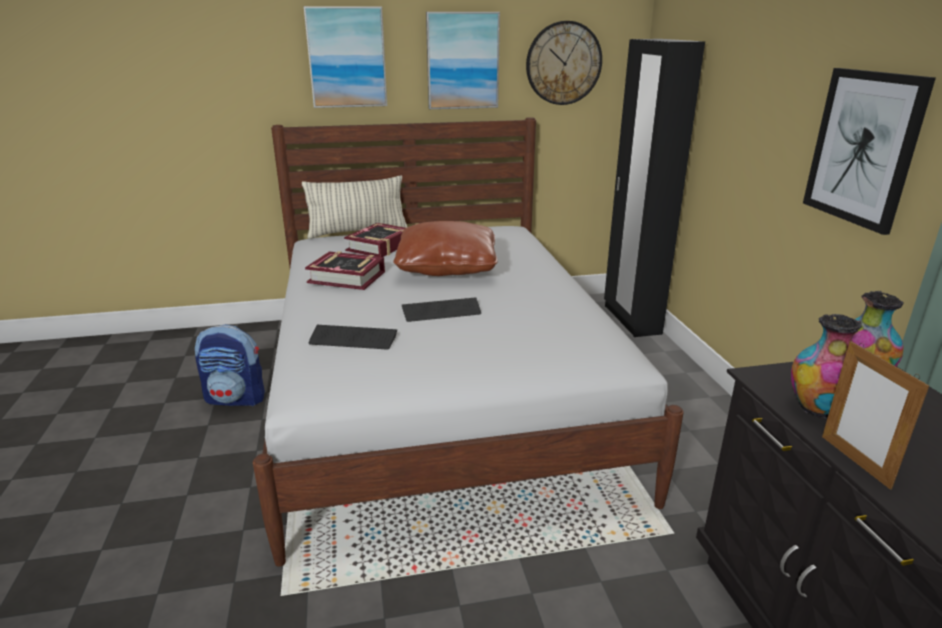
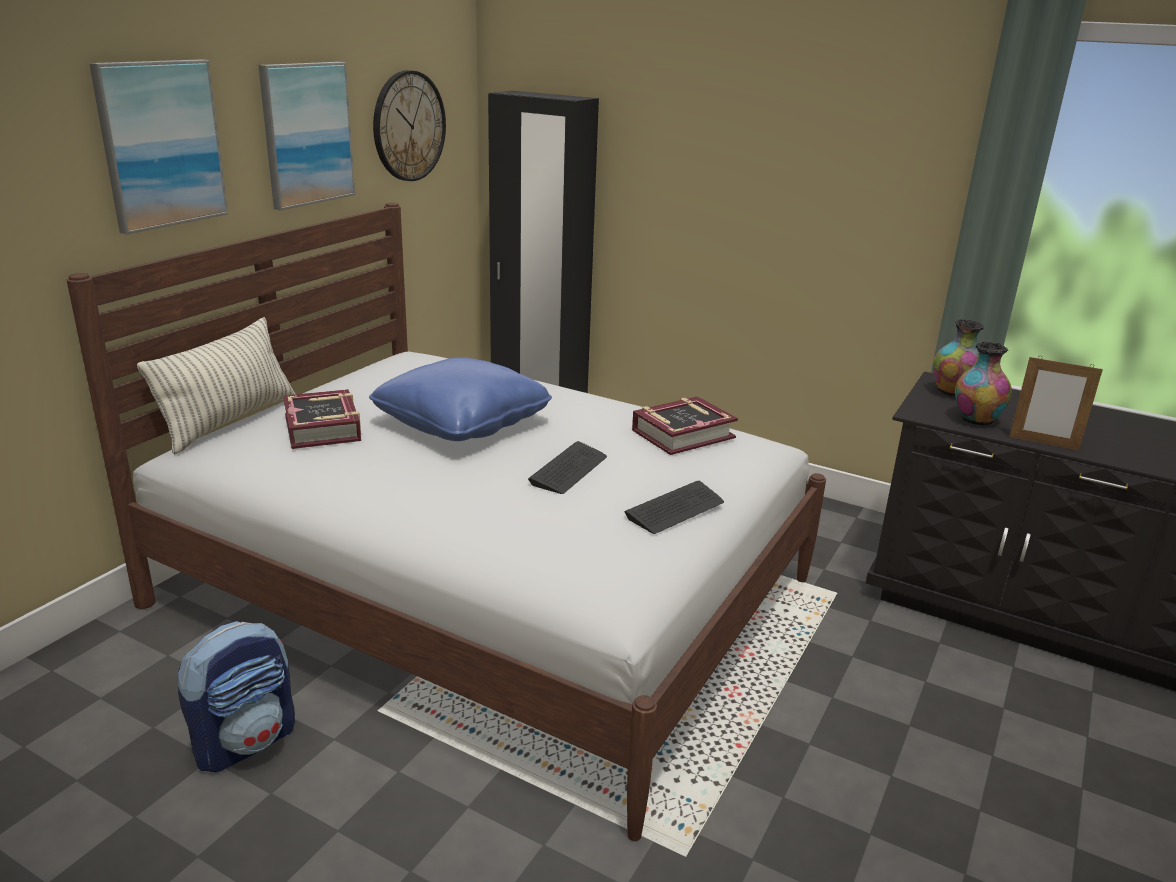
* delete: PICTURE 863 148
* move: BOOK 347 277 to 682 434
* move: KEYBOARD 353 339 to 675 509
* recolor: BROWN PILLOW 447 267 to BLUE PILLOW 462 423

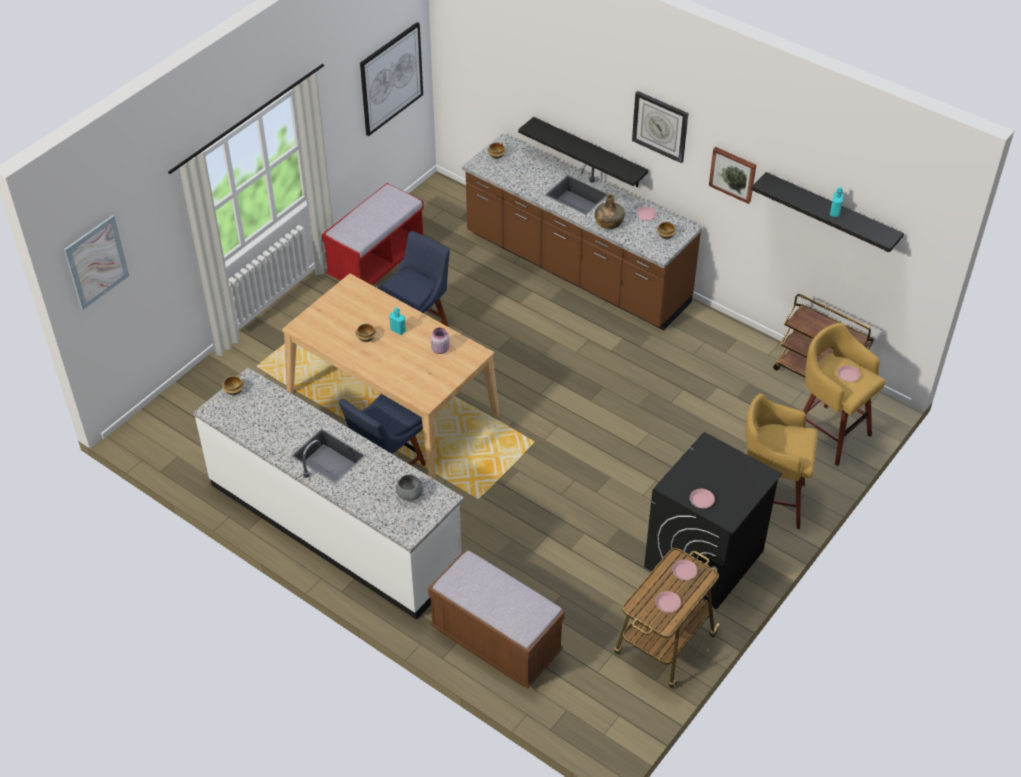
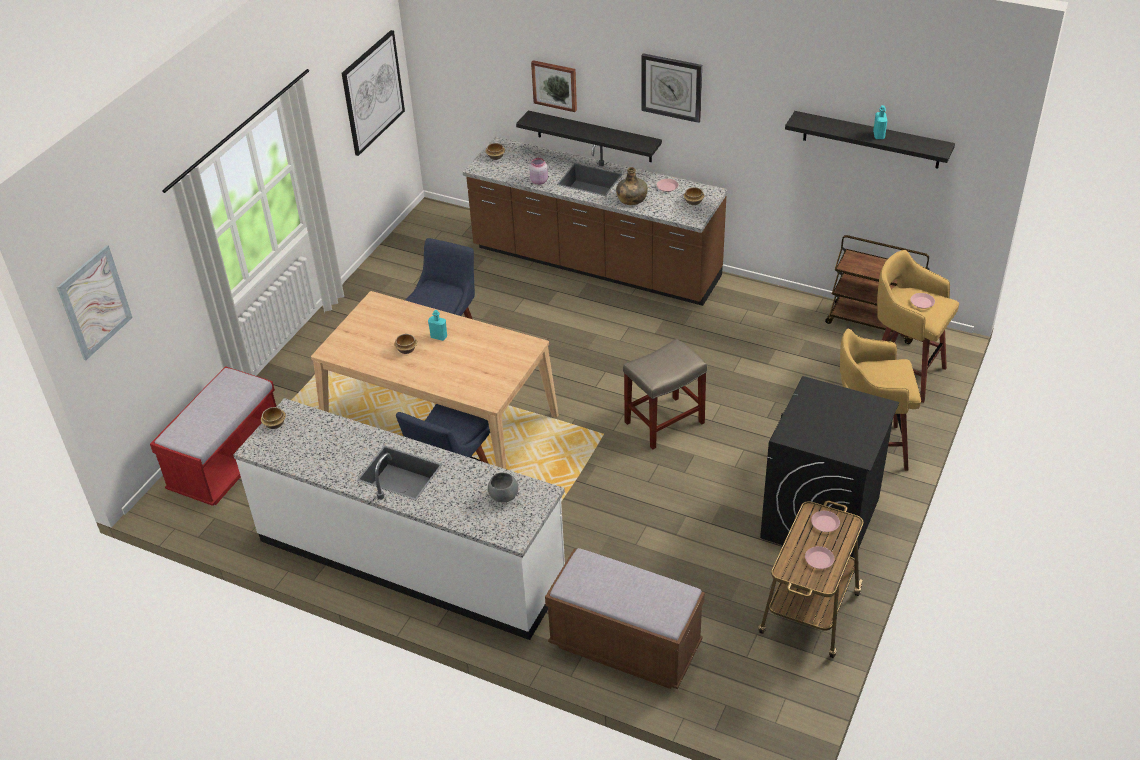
* delete: PINK PLATE 701 500
* insert: BEIGE STOOL 663 423
* move: RED BENCH 376 261 to 227 462
* move: PINK JAR 440 349 to 538 181
* move: PICTURE 733 174 to 555 85

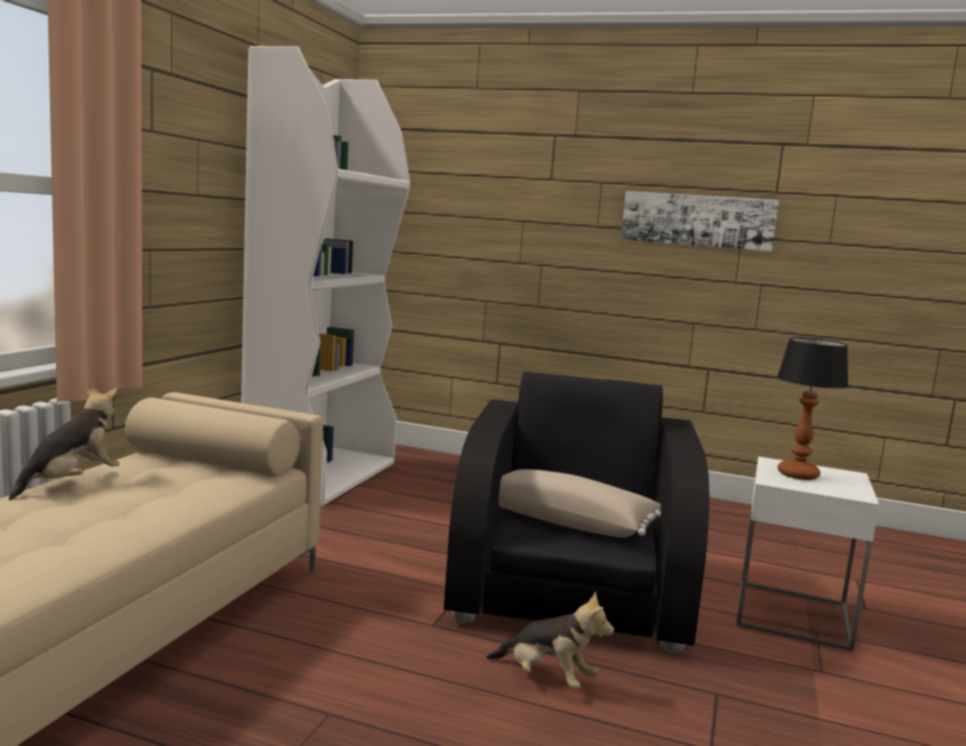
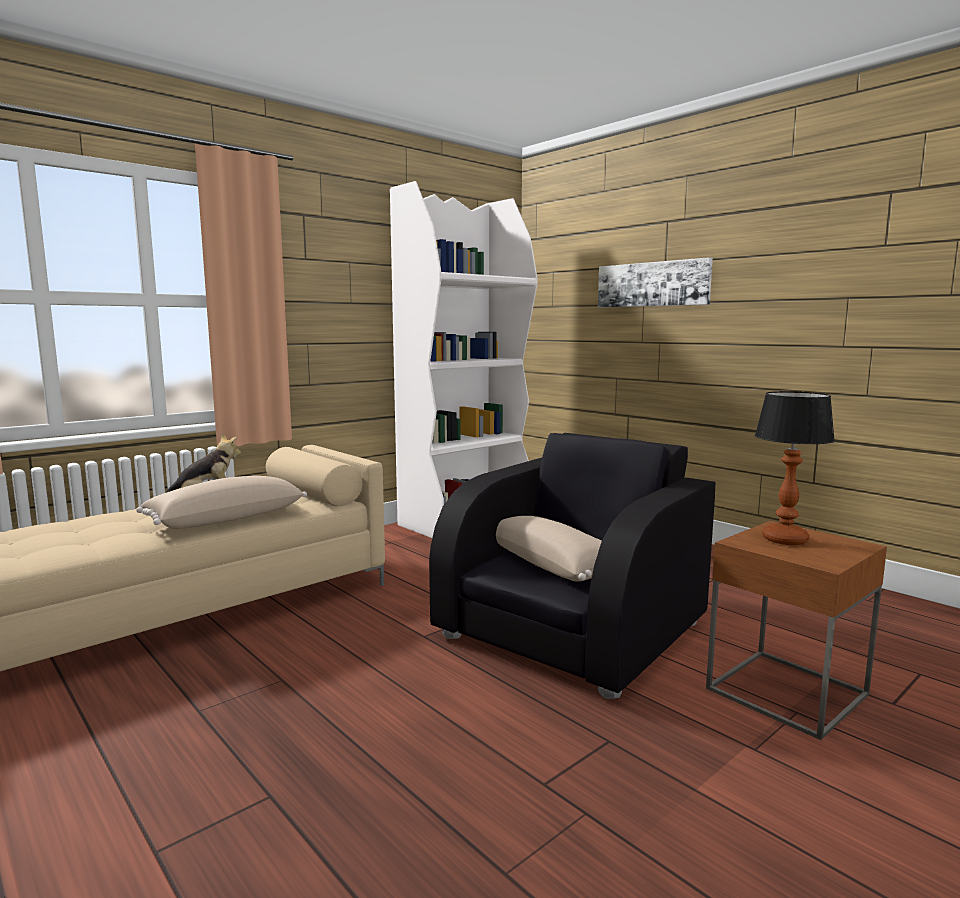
* delete: PLUSH TOY 547 678
* insert: BEIGE PILLOW 226 519
* move: PICTURE 697 220 to 652 284
* recolor: WHITE SIDE TABLE 792 614 to BROWN SIDE TABLE 787 691

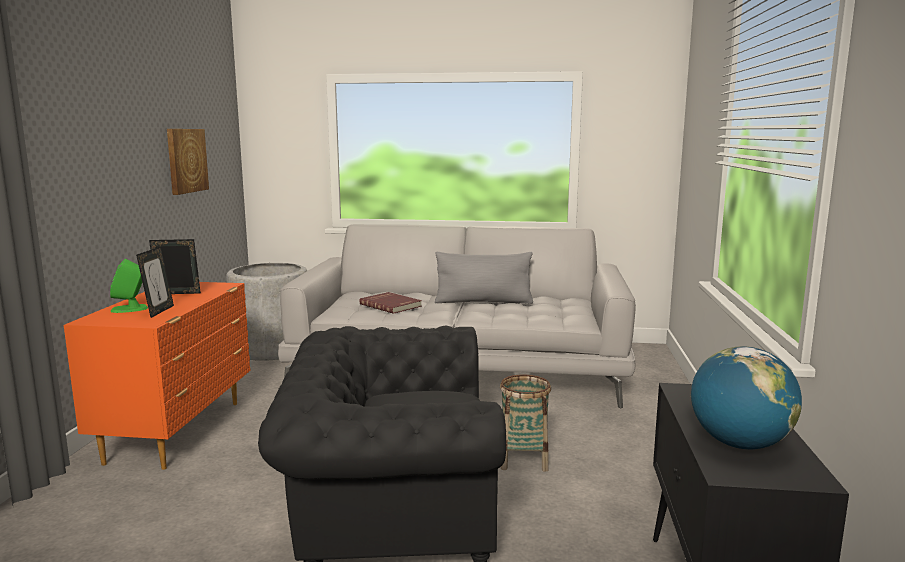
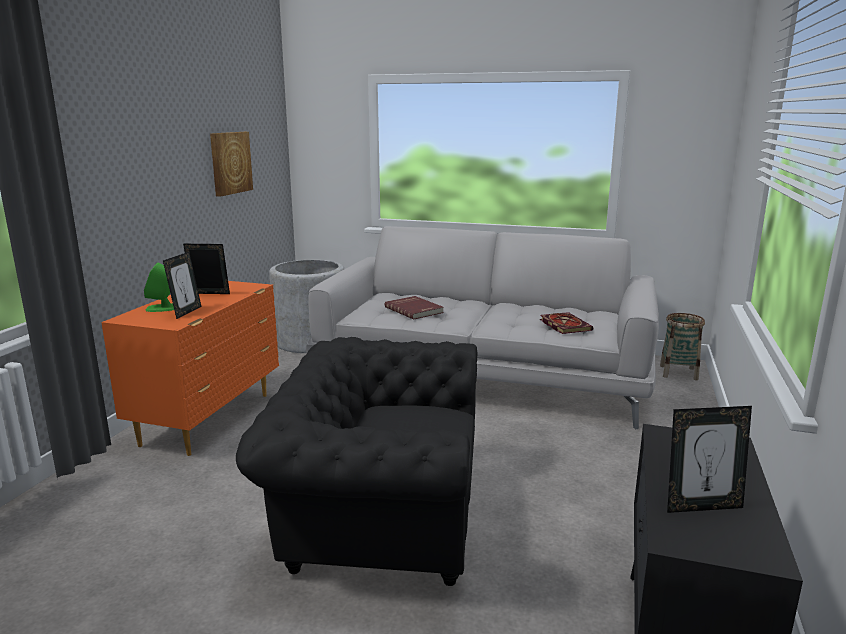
* delete: GREY PILLOW 483 302
* insert: BOOK 563 325
* move: BASKET 523 459 to 678 372
* replace: GLOBE 739 444 to PICTURE FRAME 701 506

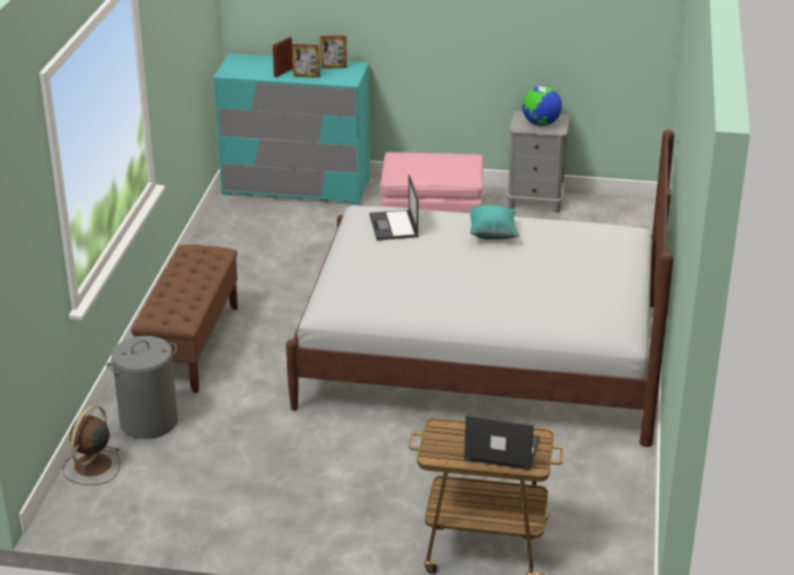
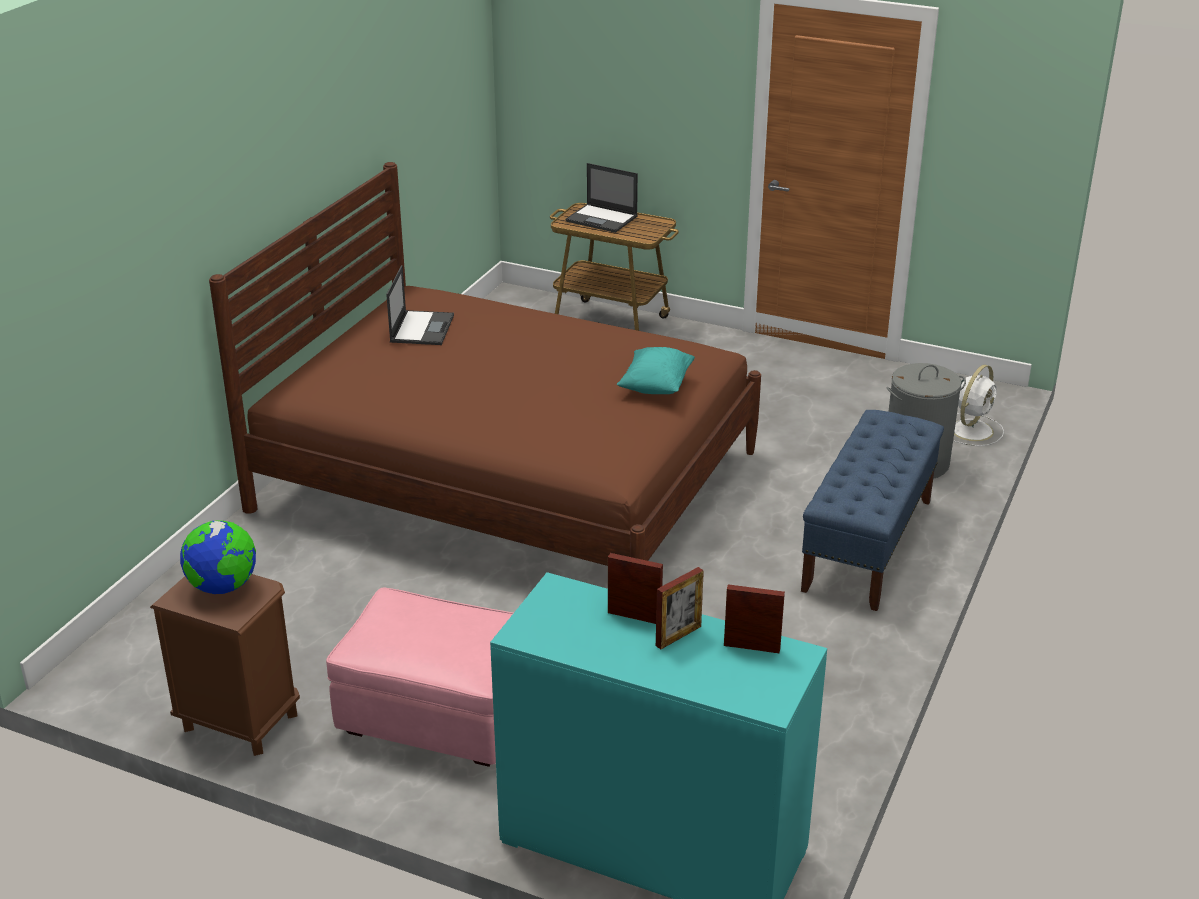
* move: PICTURE FRAME 334 67 to 752 647
* move: LAPTOP 394 226 to 422 328
* move: TURQUOISE PILLOW 492 234 to 656 386
* recolor: BROWN FAN 92 466 to WHITE FAN 972 429
* recolor: BROWN BENCH 191 345 to BLUE BENCH 868 545
* recolor: WHITE BED 481 354 to BROWN BED 507 480
* recolor: GREY NIGHTSTAND 535 201 to BROWN NIGHTSTAND 239 722

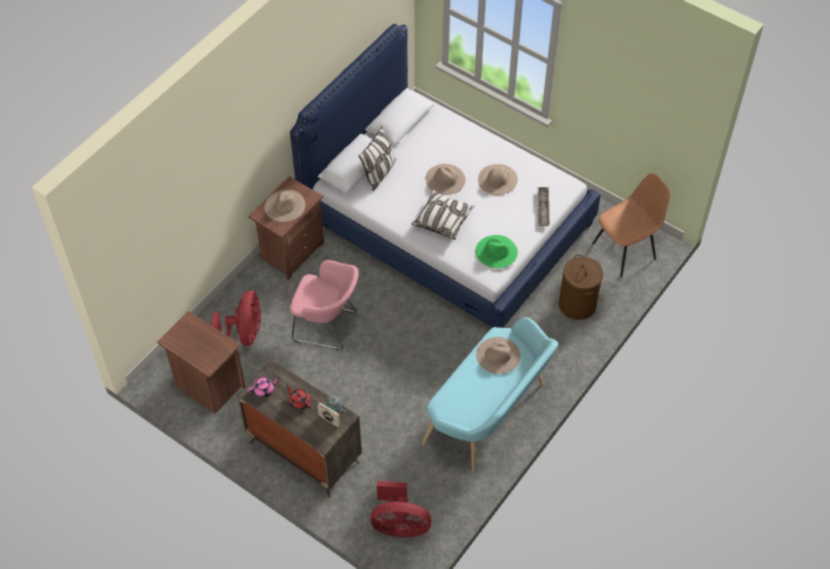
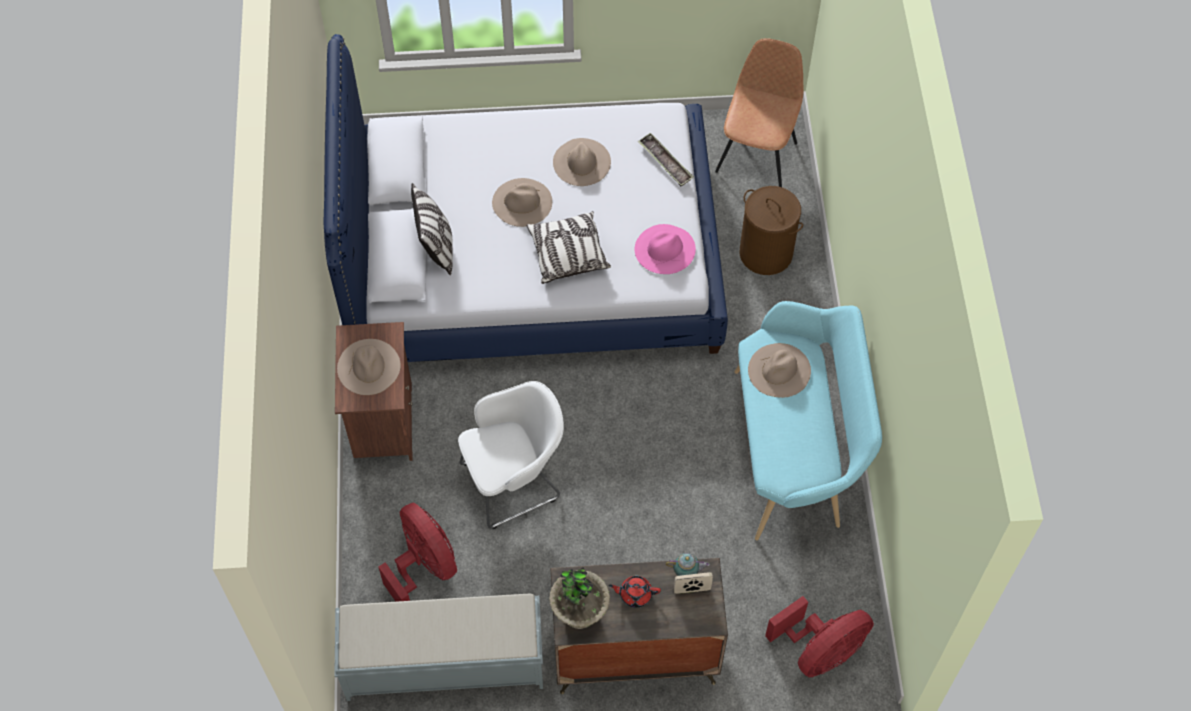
* replace: BROWN NIGHTSTAND 208 386 to GREY BENCH 442 663
* replace: PINK TEAPOT 264 389 to POTTED PLANT 579 612
* recolor: PINK ARMCHAIR 328 326 to WHITE ARMCHAIR 515 481
* recolor: GREEN HAT 496 251 to PINK HAT 665 249

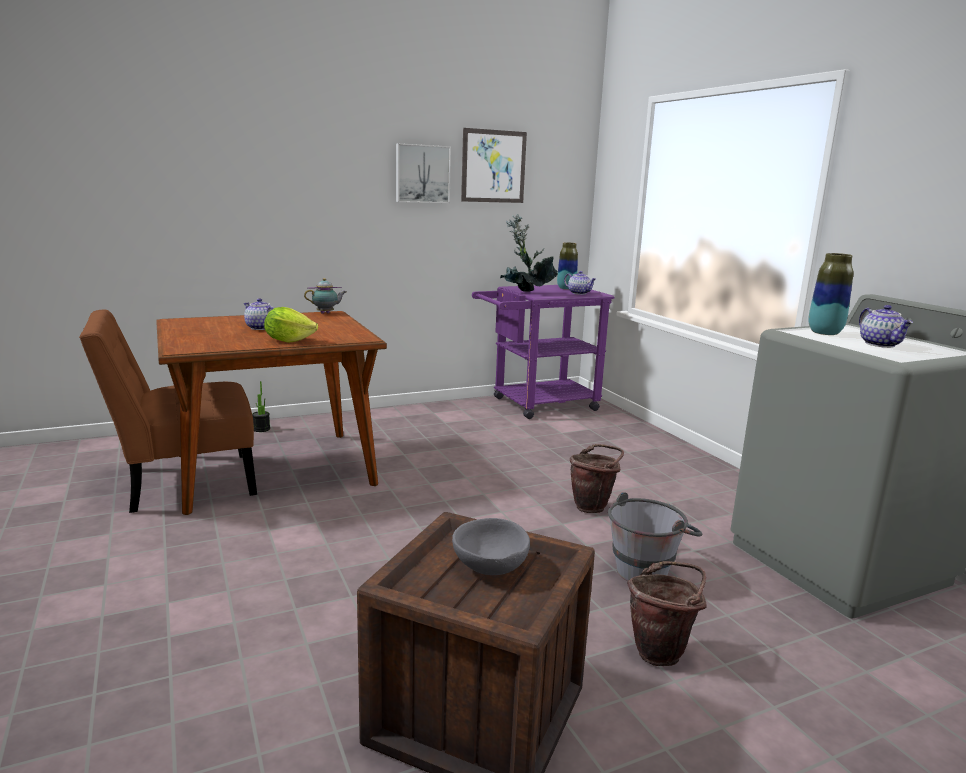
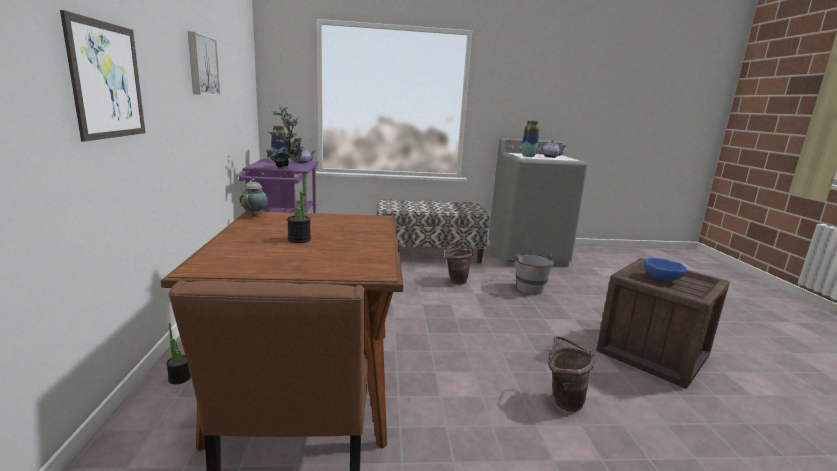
* delete: LETTUCE 289 340
* insert: BENCH 428 254
* move: PICTURE 493 166 to 107 80
* move: BROWN BUCKET 661 651 to 563 400
* replace: TEAPOT 260 328 to POTTED PLANT 299 240
* recolor: GREY BOWL 489 567 to BLUE BOWL 662 279

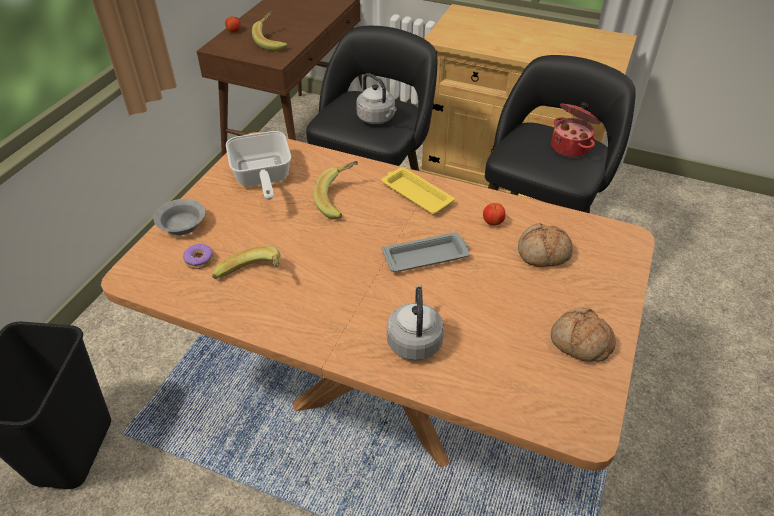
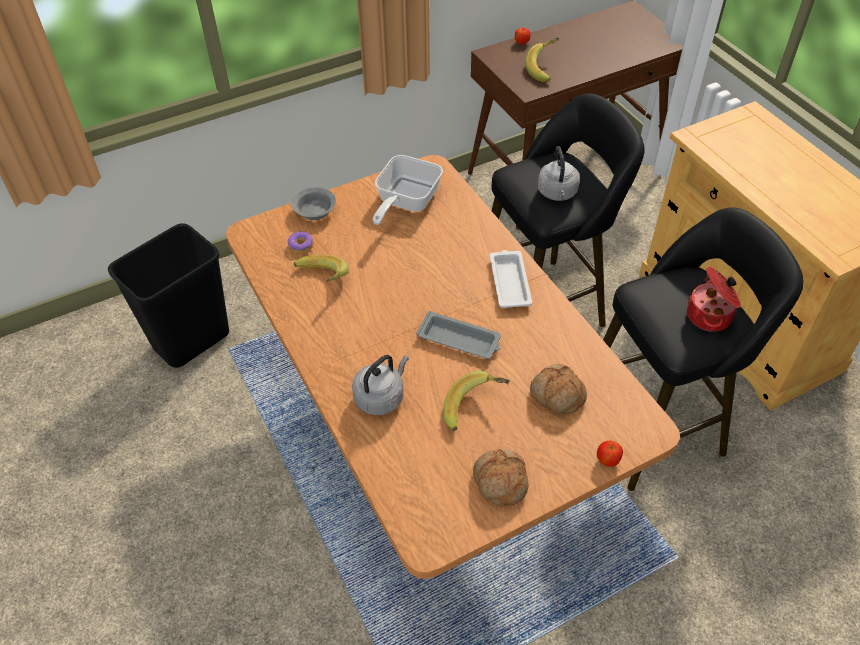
* move: BANANA 340 200 to 475 409
* move: APPLE 492 222 to 608 460
* recolor: YELLOW TRAY 415 194 to WHITE TRAY 509 282

